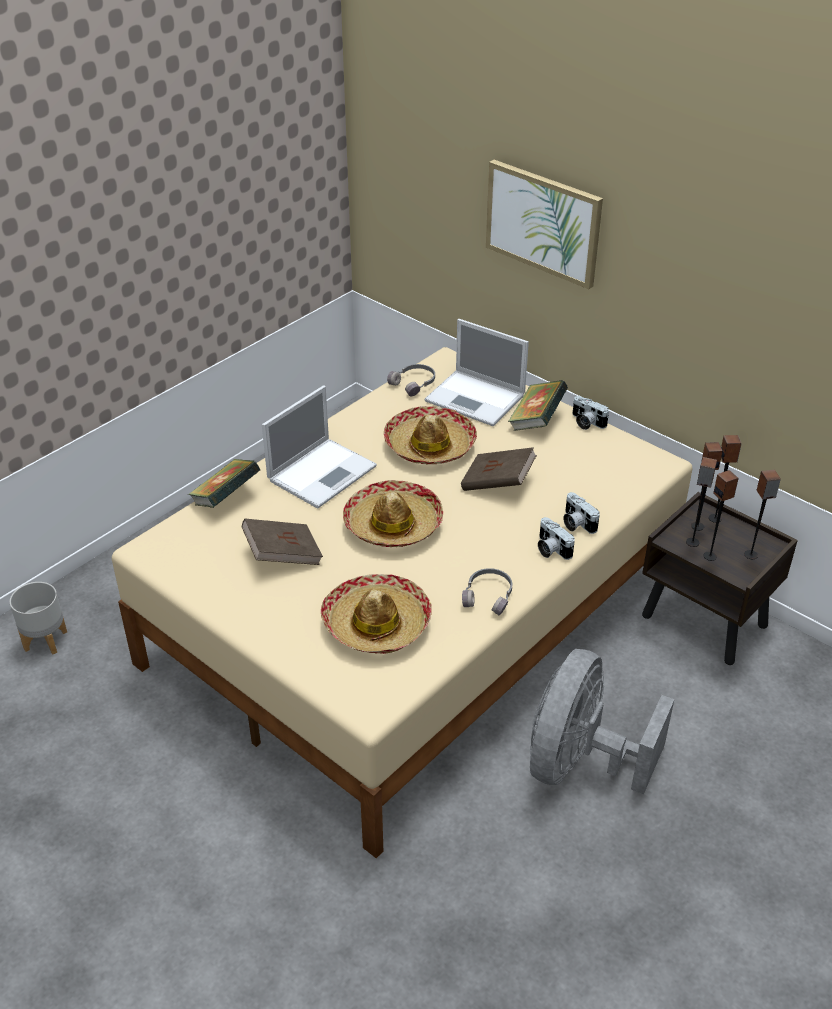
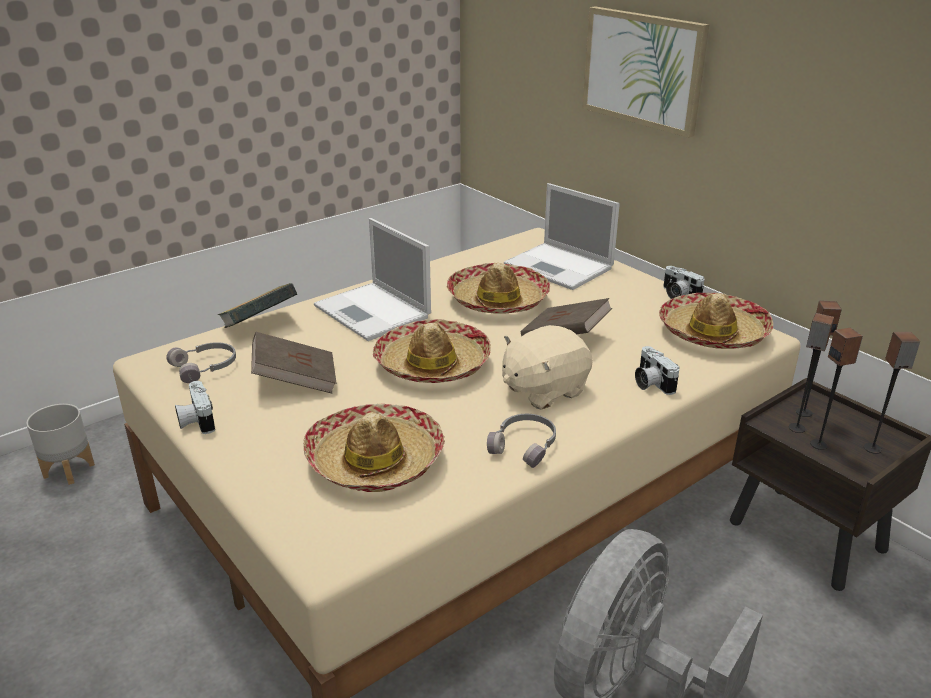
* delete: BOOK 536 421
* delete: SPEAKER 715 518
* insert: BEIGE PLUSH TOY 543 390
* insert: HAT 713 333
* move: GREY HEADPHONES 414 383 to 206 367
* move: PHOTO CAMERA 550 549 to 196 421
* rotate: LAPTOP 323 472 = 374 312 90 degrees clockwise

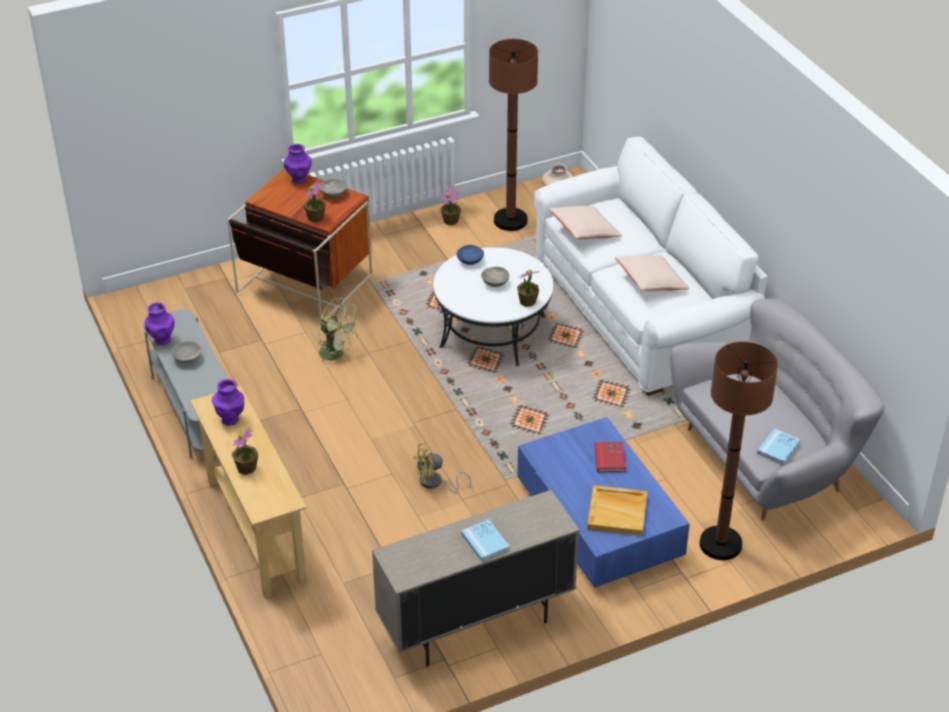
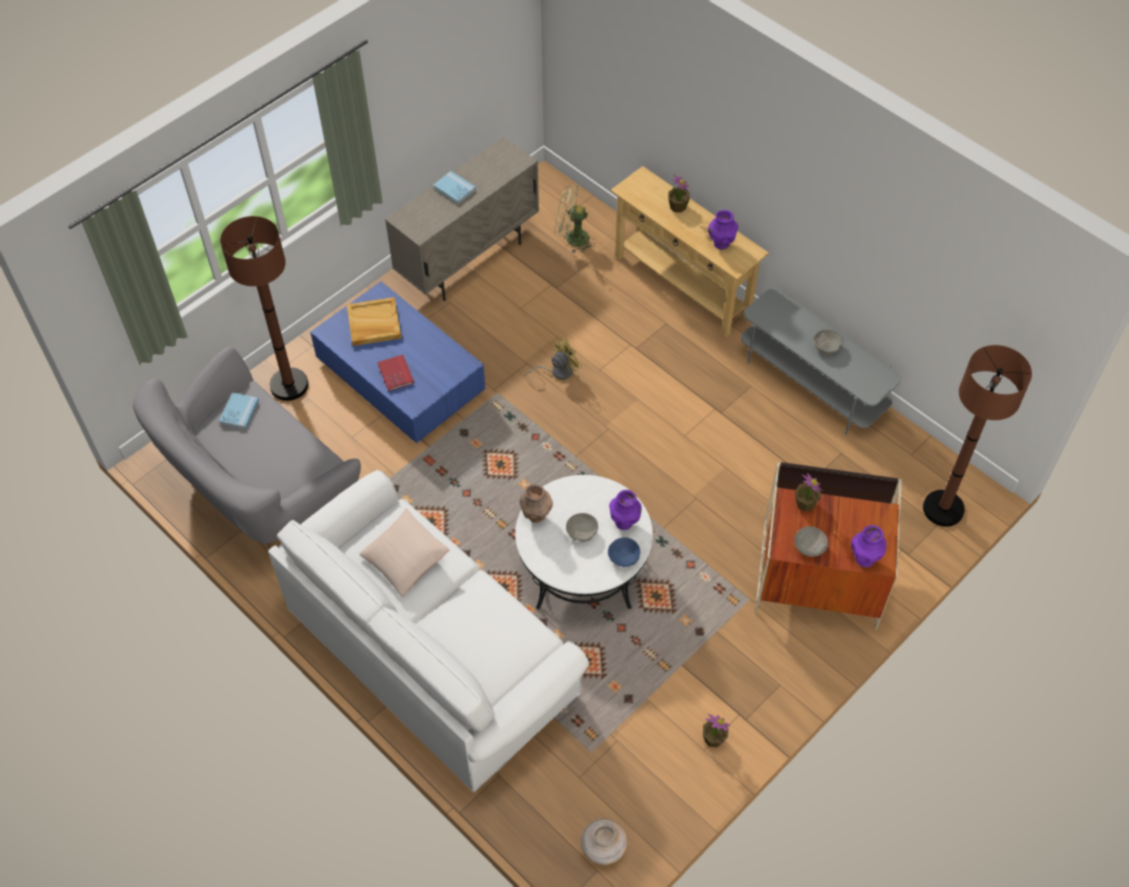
* delete: BEIGE PILLOW 584 231
* move: PURPLE VASE 162 340 to 624 522
* move: GREEN FAN 337 354 to 572 238
* move: BROWN FLOOR LAMP 510 220 to 943 509
* replace: POTTED PLANT 527 301 to BROWN VASE 536 516

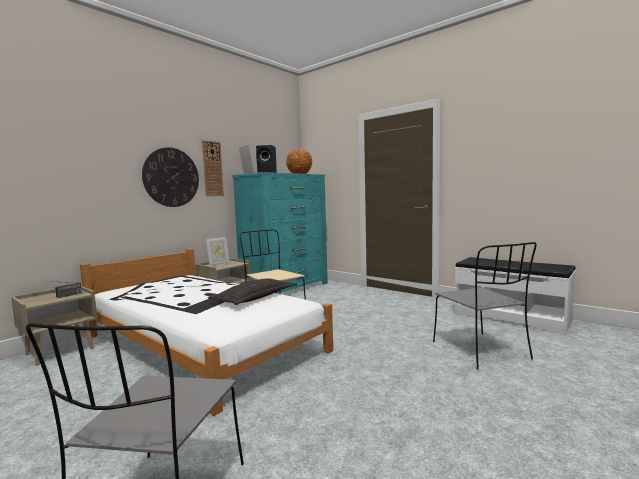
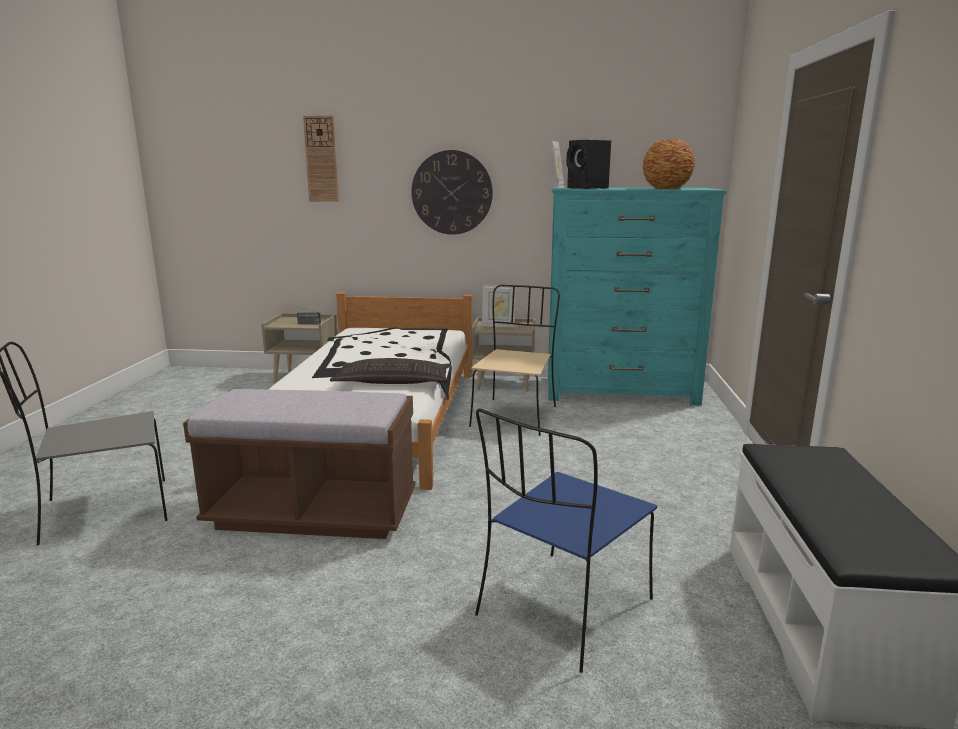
* insert: BROWN BENCH 313 513
* move: WALL CLOCK 212 169 to 321 159
* recolor: GREY CHAIR 481 351 to BLUE CHAIR 562 610

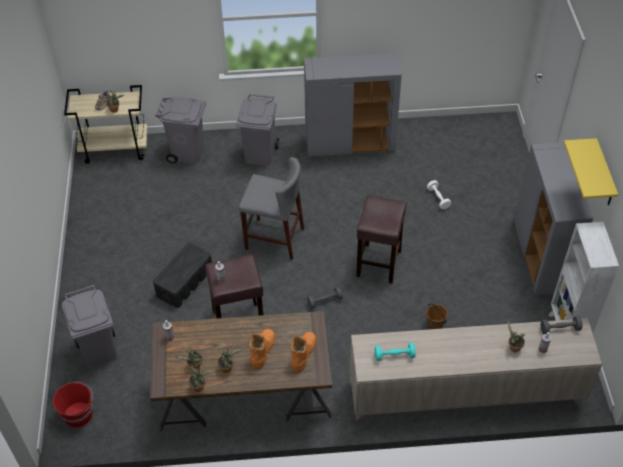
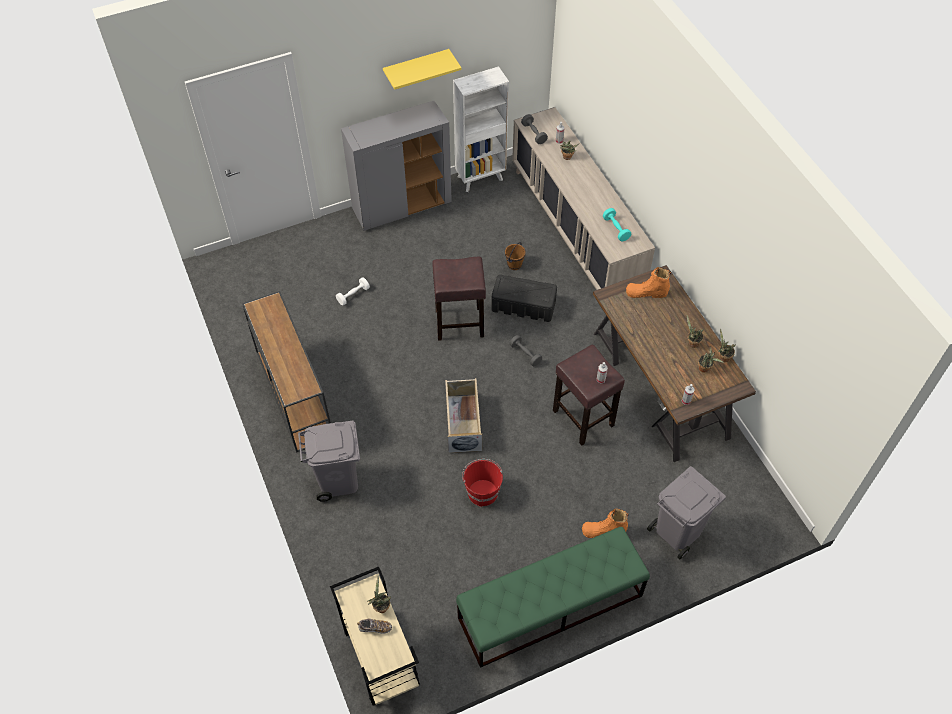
* delete: GREY TRASH CAN 188 153
* insert: GREEN BENCH 550 607
* move: RED BUCKET 79 414 to 482 492
* move: BLACK STORAGE BOX 185 282 to 523 306
* move: ORANGE BOOT 262 351 to 604 530
* replace: GREY STOOL 274 238 to BEIGE STORAGE BOX 463 422
* replace: GREY CABINET 350 144 to BROWN CONSOLE TABLE 293 393

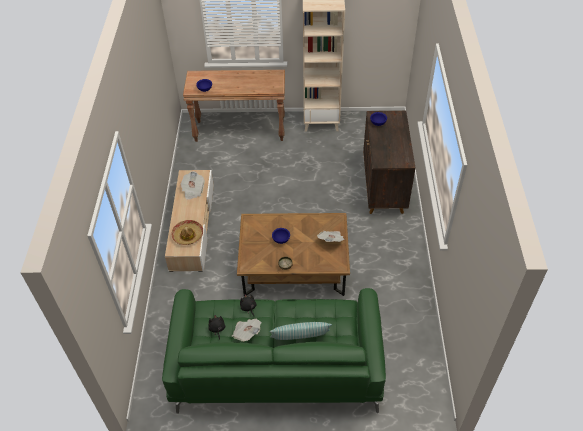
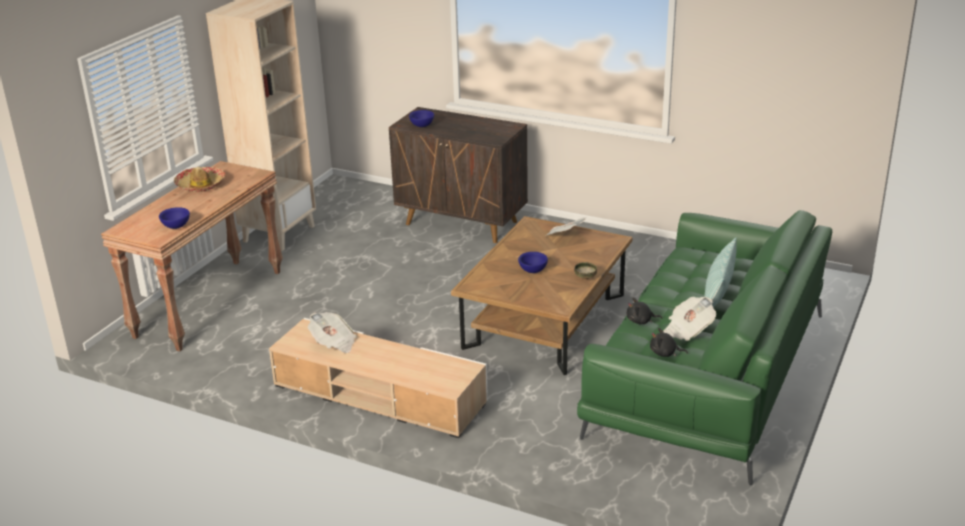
* move: HAT 188 235 to 201 185

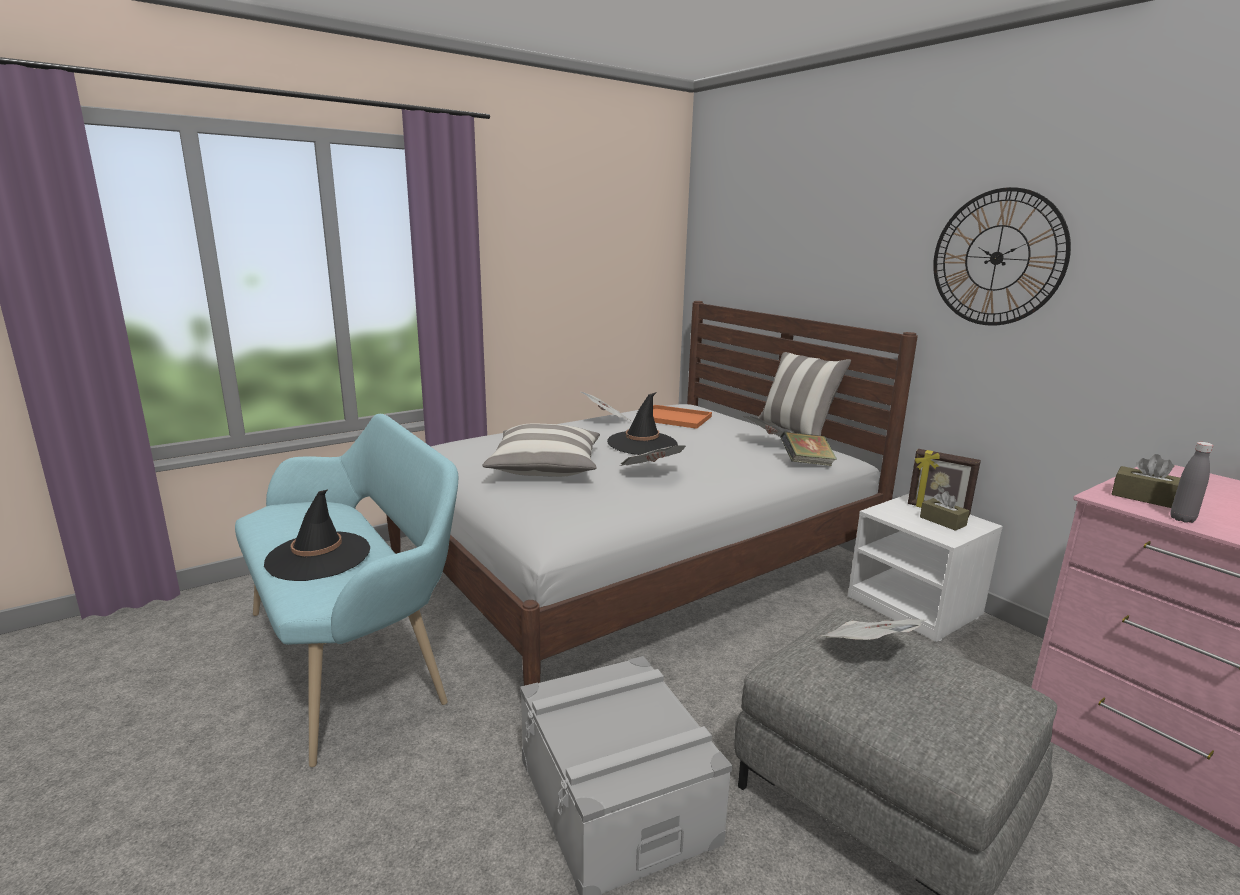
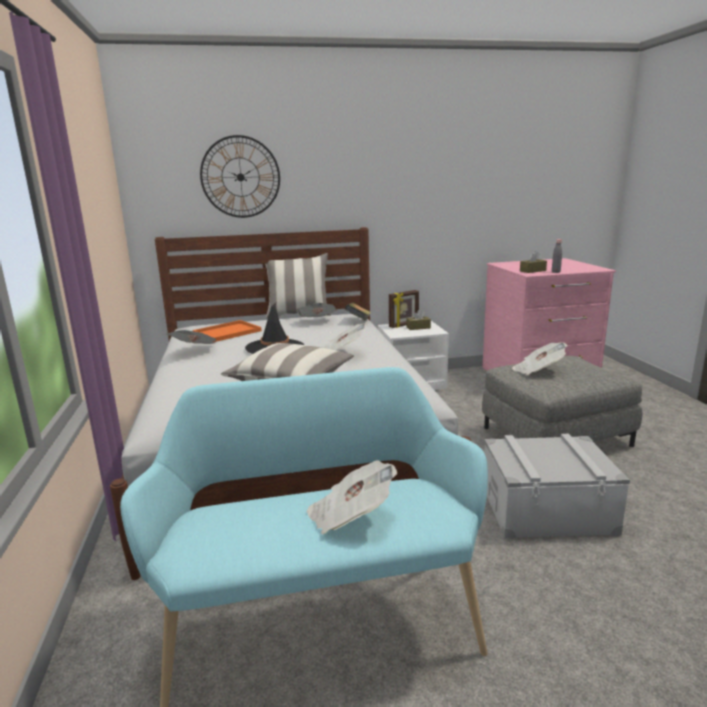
* move: WALL CLOCK 997 258 to 240 177
* replace: BLACK HAT 318 556 to NEWSPAPER 350 516

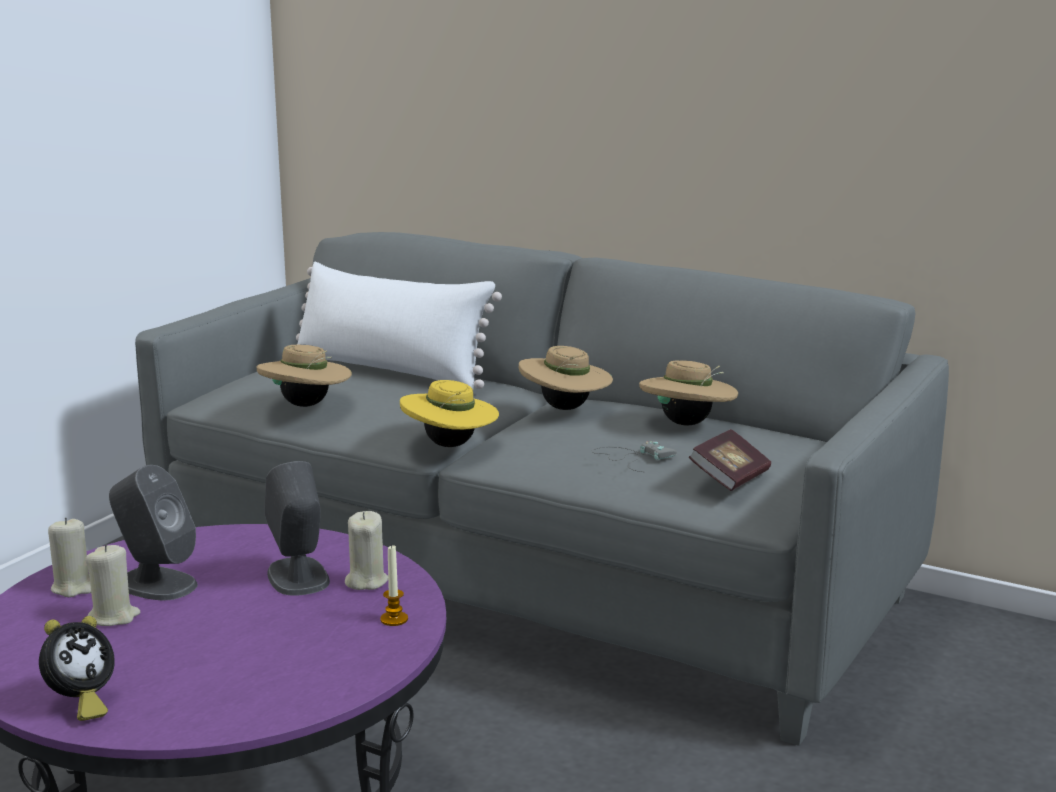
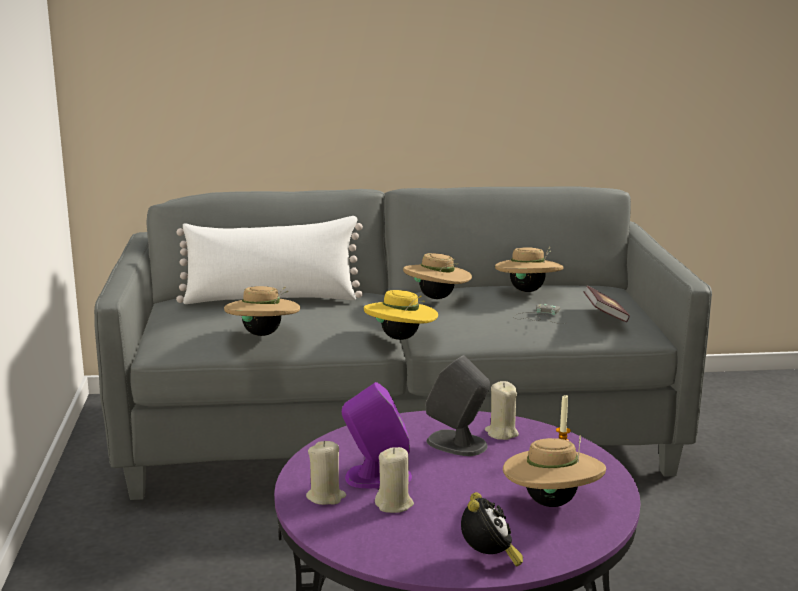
* insert: BEIGE HAT 552 503
* recolor: GREY SPEAKER 156 584 to PURPLE SPEAKER 377 477

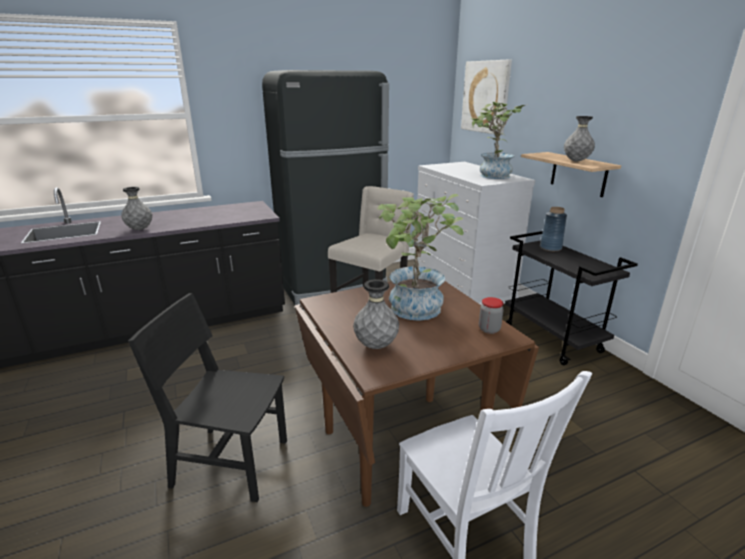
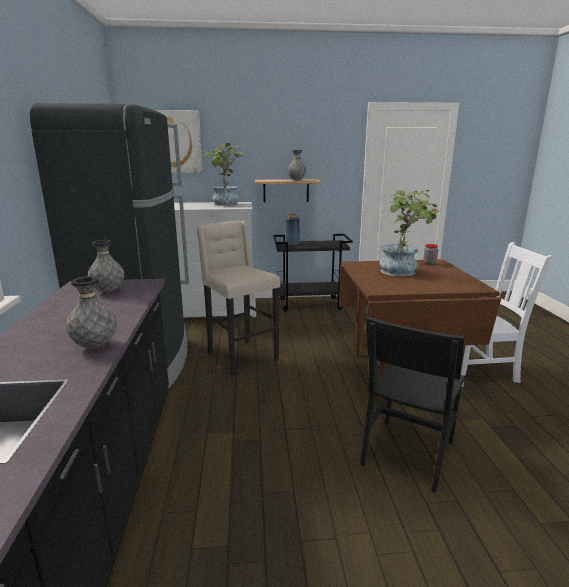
* move: GREY VASE 376 346 to 108 291

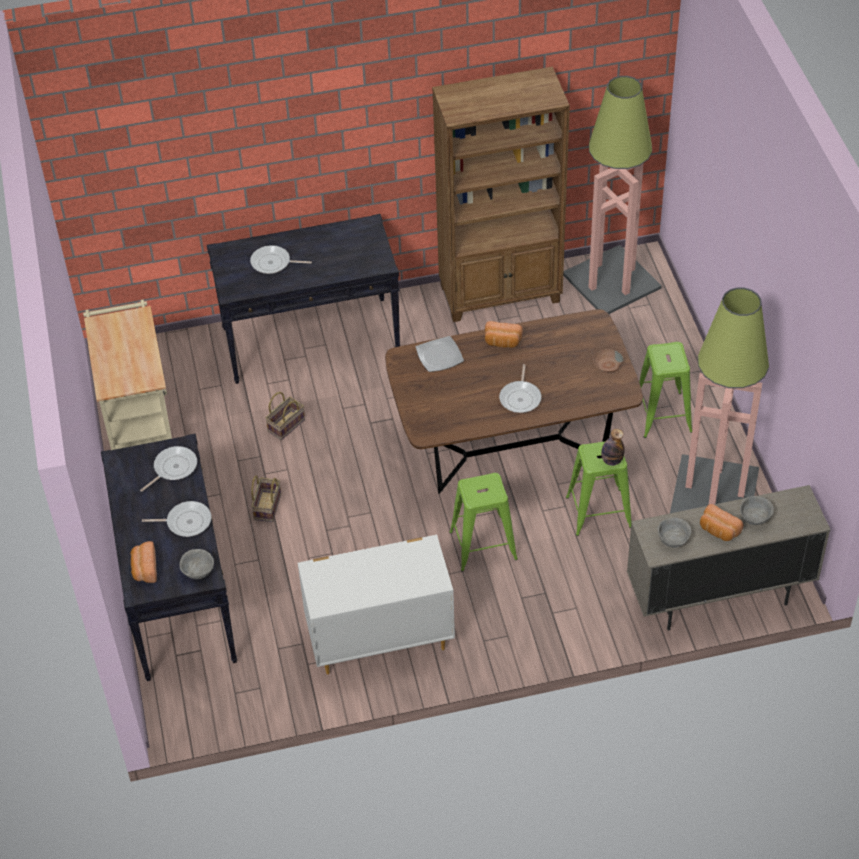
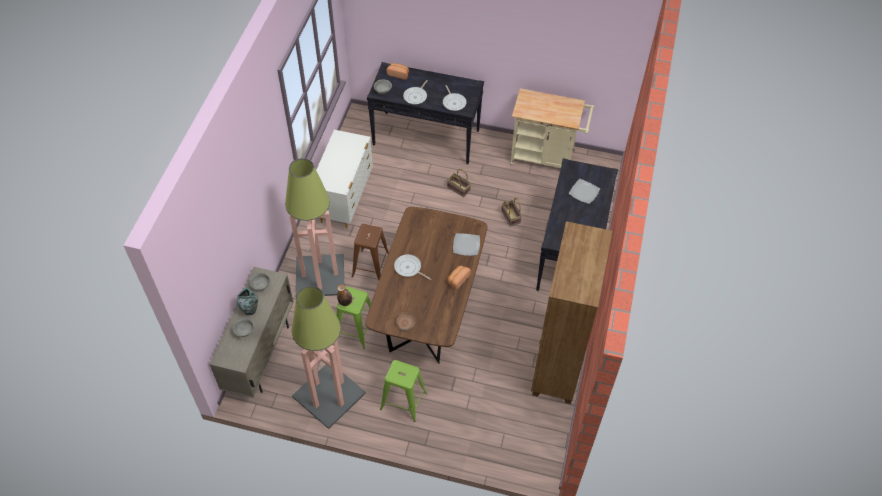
* move: FLOOR LAMP 613 281 to 319 276
* replace: FRYING PAN 273 263 to PLATE 583 192
* replace: BREAD 718 531 to VASE 250 309
* recolor: GREEN STOOL 483 545 to BROWN STOOL 371 267

